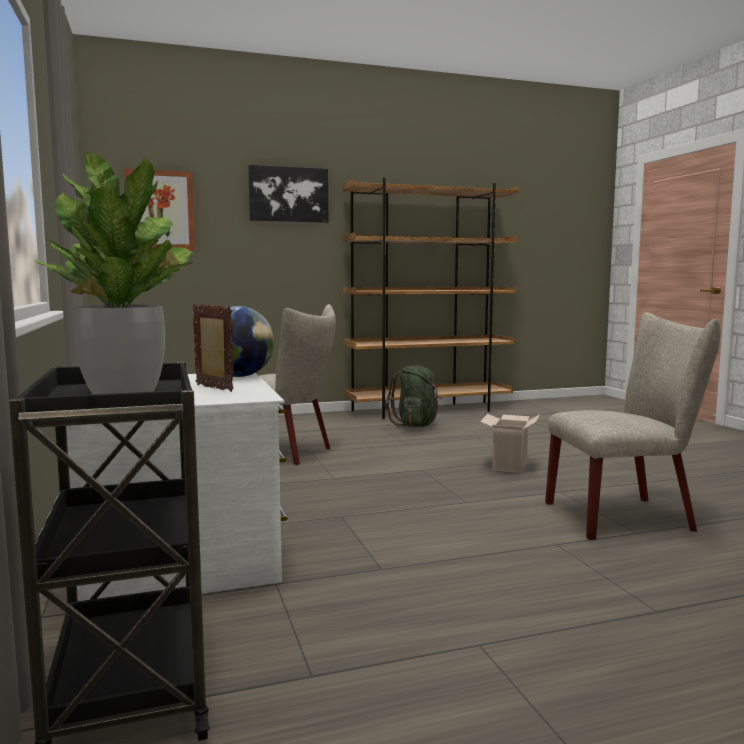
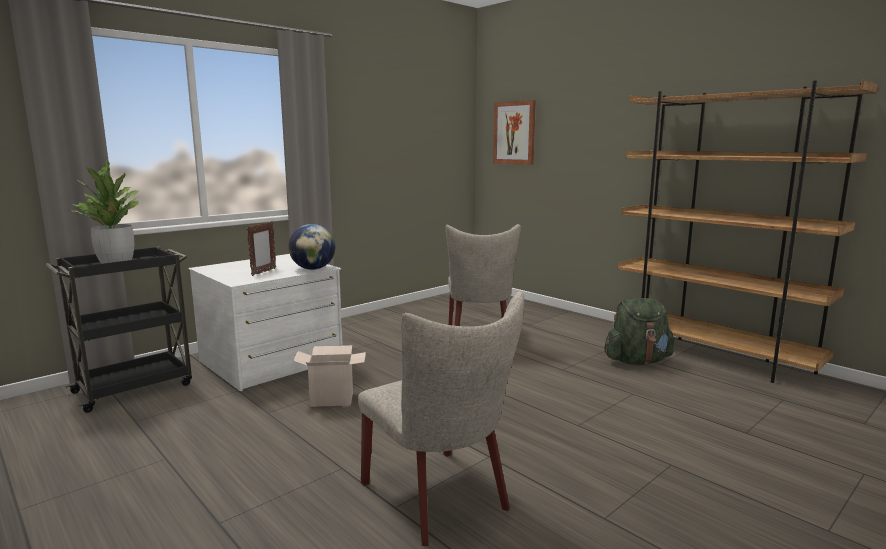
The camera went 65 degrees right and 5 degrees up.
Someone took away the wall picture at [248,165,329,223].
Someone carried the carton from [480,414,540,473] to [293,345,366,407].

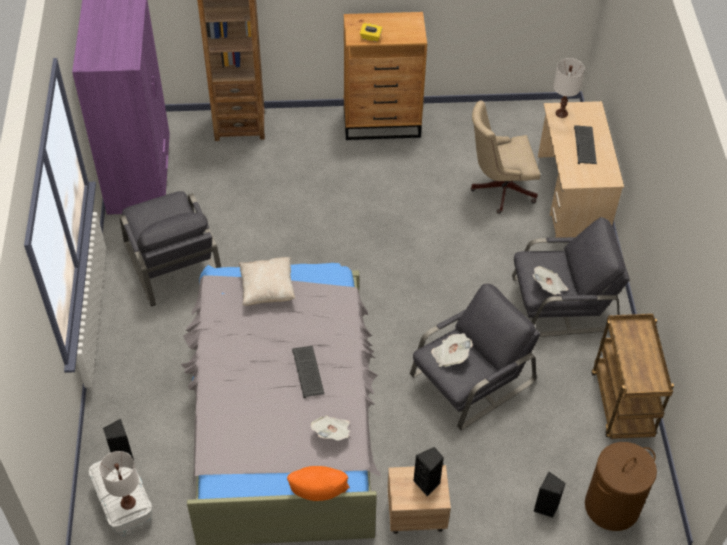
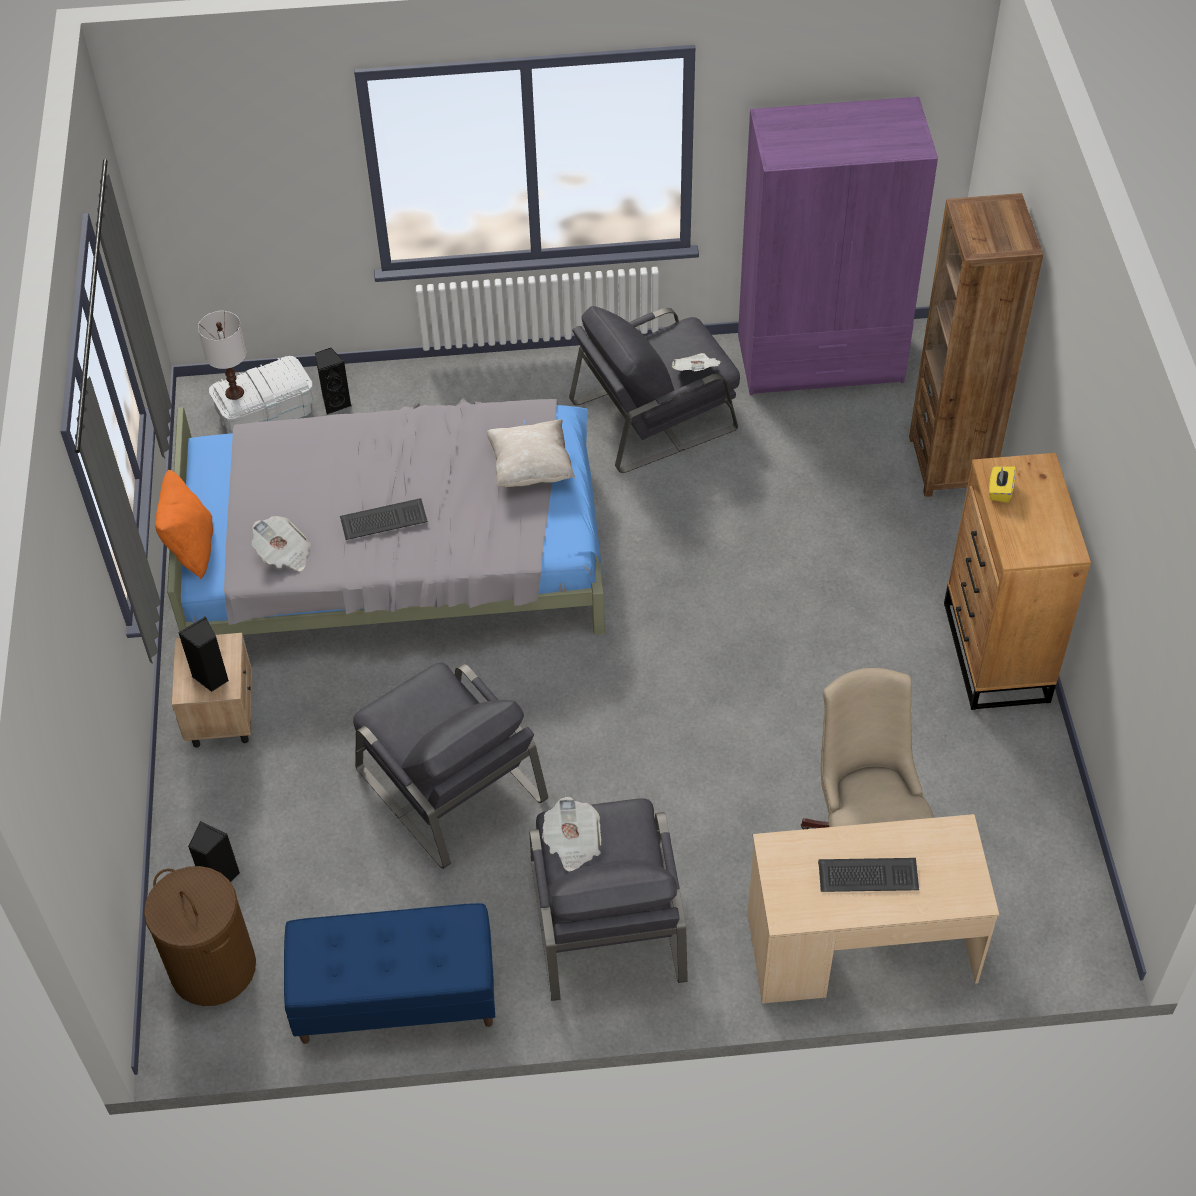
The camera went 90 degrees right and 0 degrees up.
Someone took away the table lamp (white) at [553,58,585,118].
Someone swapped the wheeled cart (brown) at [591,314,674,439] for the indoor bench (bluish) at [284,903,495,1044].
Someone carried the newspaper from [431,333,473,367] to [672,353,721,371].

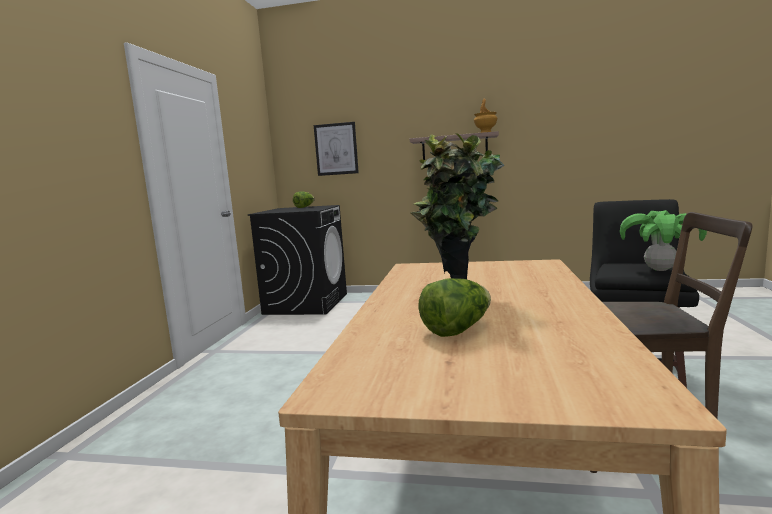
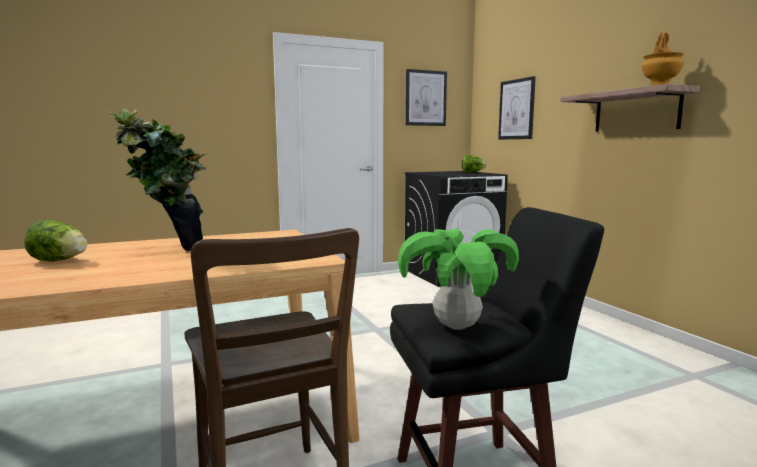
The camera went 55 degrees right and 0 degrees up.
Someone put up the wall picture at [406,69,447,126].

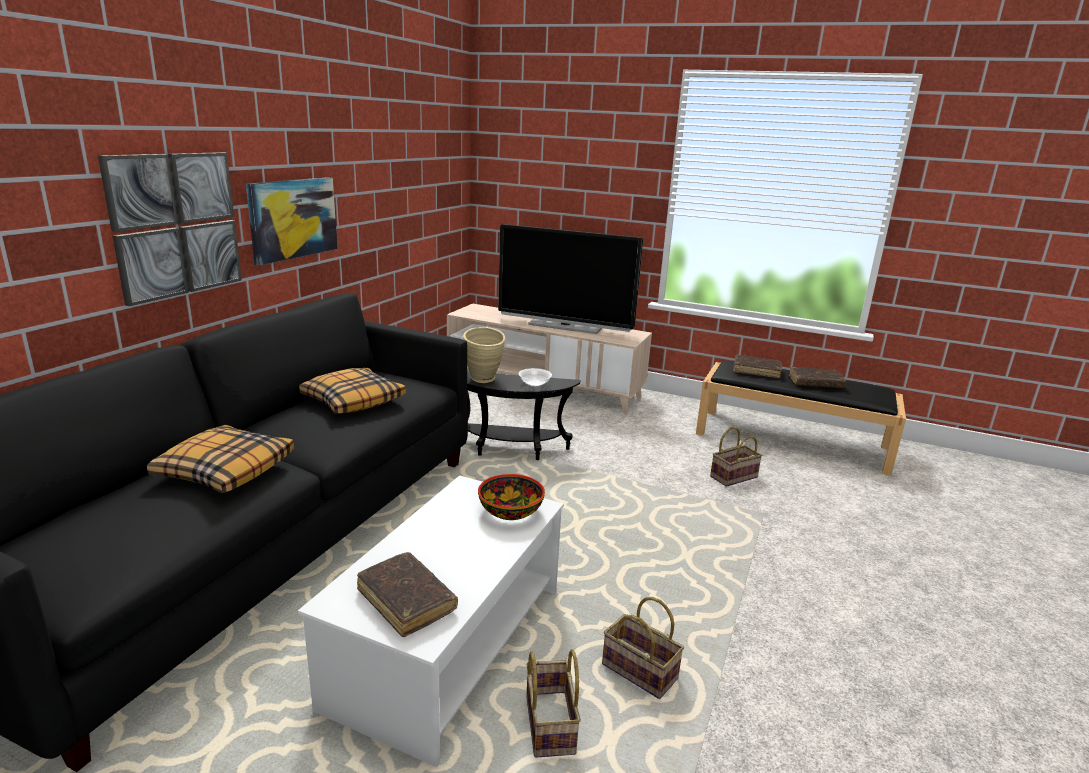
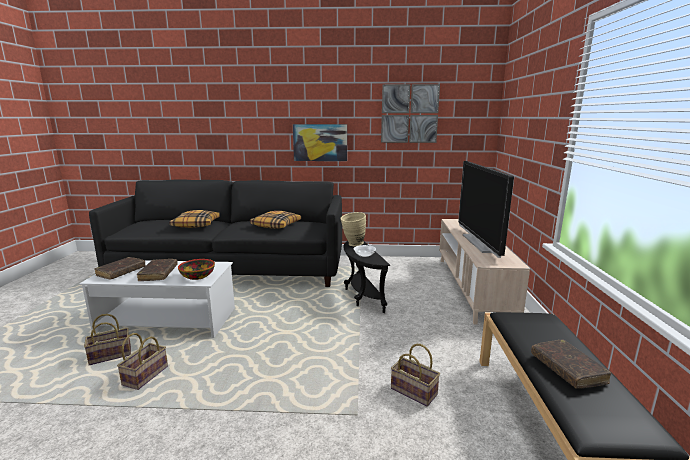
The camera went 70 degrees right and 5 degrees down.
Someone carried the wall picture from [98,152,242,306] to [381,84,440,143].
Someone carried the book (brown) from [733,355,782,379] to [137,259,178,281].

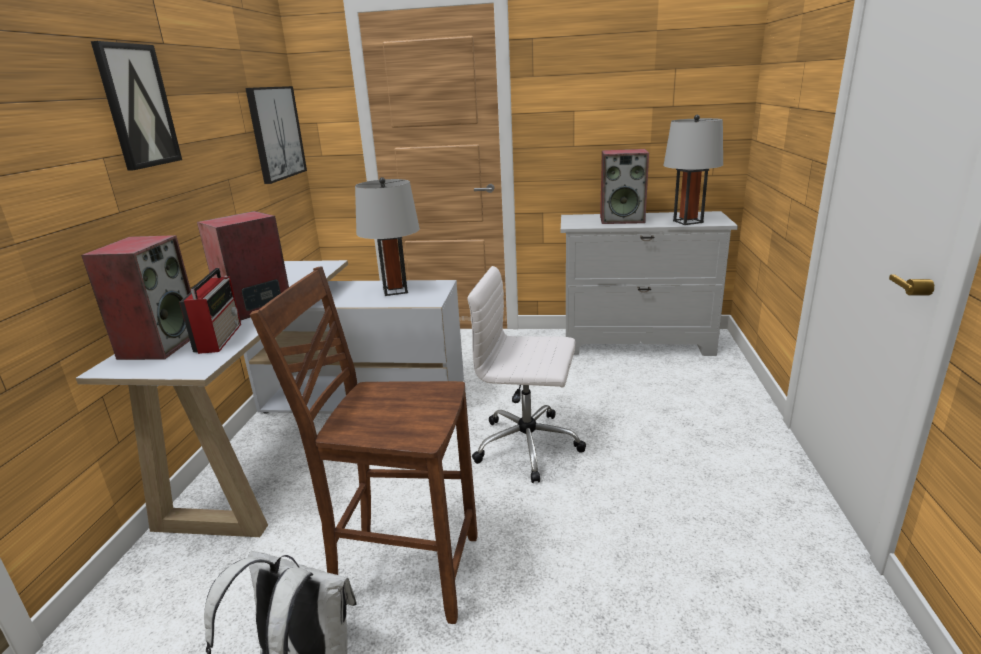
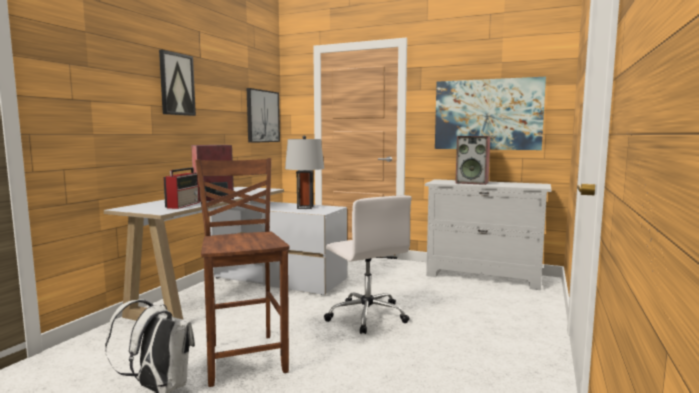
The camera went 15 degrees right and 15 degrees down.
Someone took away the table lamp (gray) at [663,115,723,225].
Someone took away the speaker at [81,235,191,360].
Someone rotated the chair (brown) at [250,266,477,624] by 45 degrees clockwise.
Someone rotated the office chair (white) at [467,266,586,483] by 150 degrees counterclockwise.
Someone put up the wall picture at [435,77,546,150].

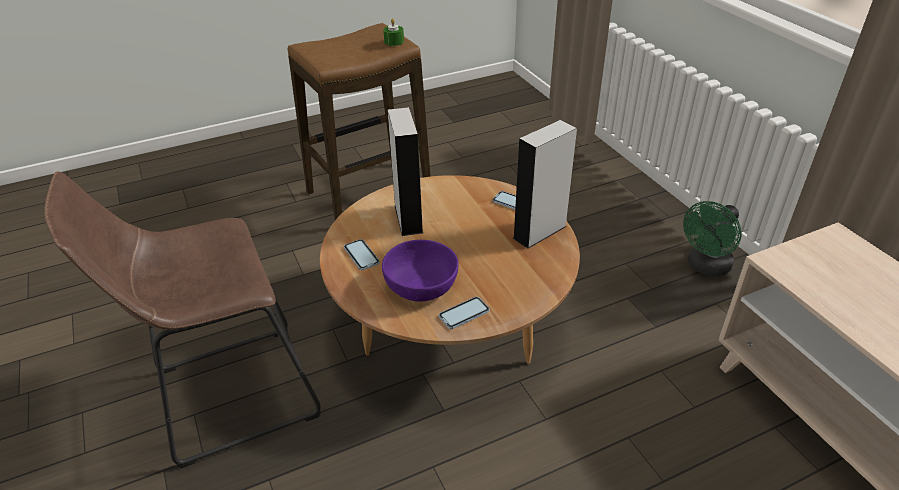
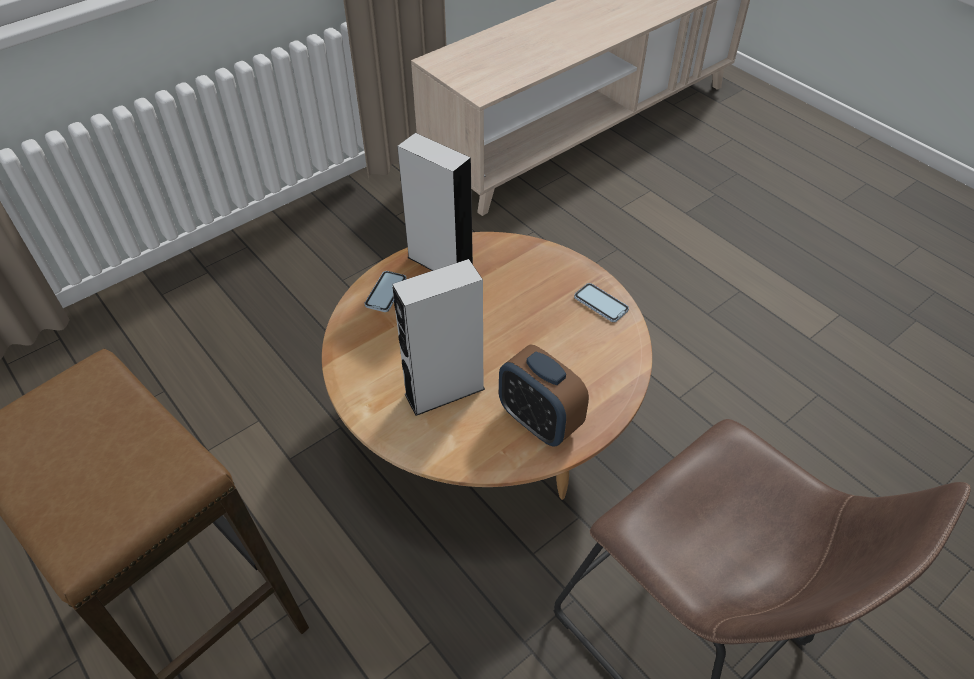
The camera went 105 degrees left and 10 degrees up.
Someone took away the wax candle (green-coloured) at [383,18,404,46].
Someone took away the fan (green-coloured) at [683,201,742,277].
Someone swapped the handset at [344,239,380,270] for the bedside clock at [499,344,589,447].
Someone took away the deep dish (purple-coloured) at [382,240,459,302].

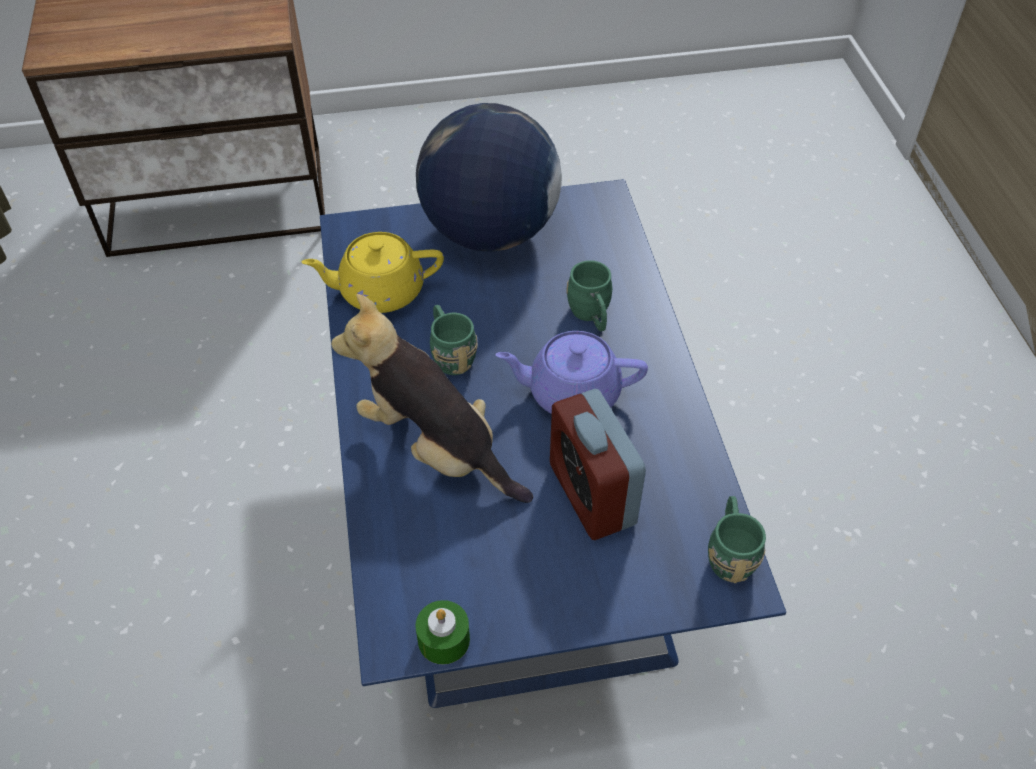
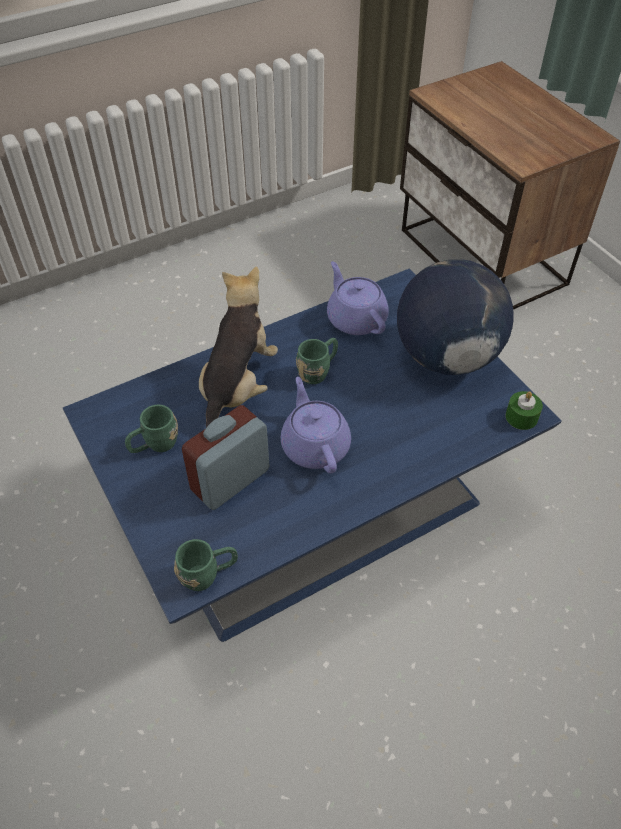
The camera went 70 degrees right and 0 degrees up.
Someone repainted the pot for tea (yellowish) at [302,232,444,313], which became the pot for tea (purple-coloured) at [327,261,389,335].
Someone carried the coffee mug (green-coloured) from [567,260,612,331] to [125,405,178,453].
Someone carried the wax candle (green-coloured) from [416,600,470,664] to [505,391,543,430].

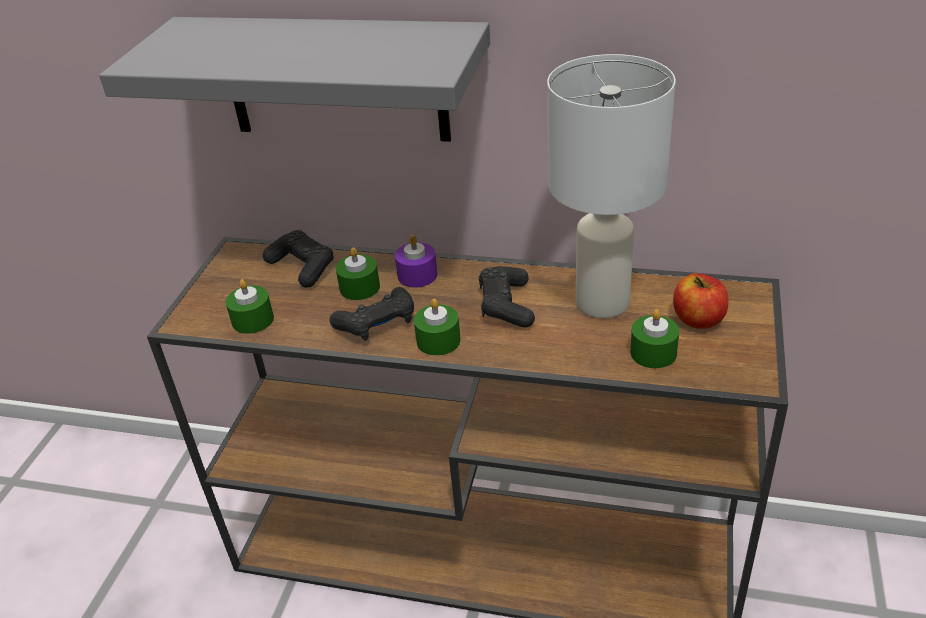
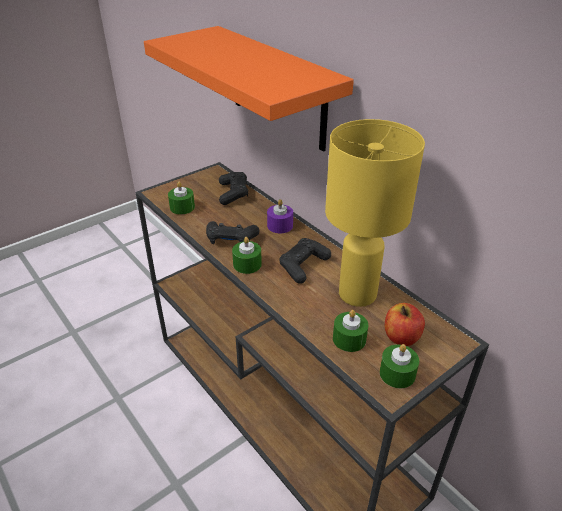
The camera went 35 degrees right and 0 degrees up.
Someone repainted the shelf (gray) at [99,17,490,142], which became the shelf (orange) at [144,26,354,152].
Someone repainted the table lamp (white) at [547,54,676,318], which became the table lamp (yellowish) at [325,119,425,307].
Someone carried the wax candle (green-coloured) from [336,247,380,300] to [379,344,419,388].

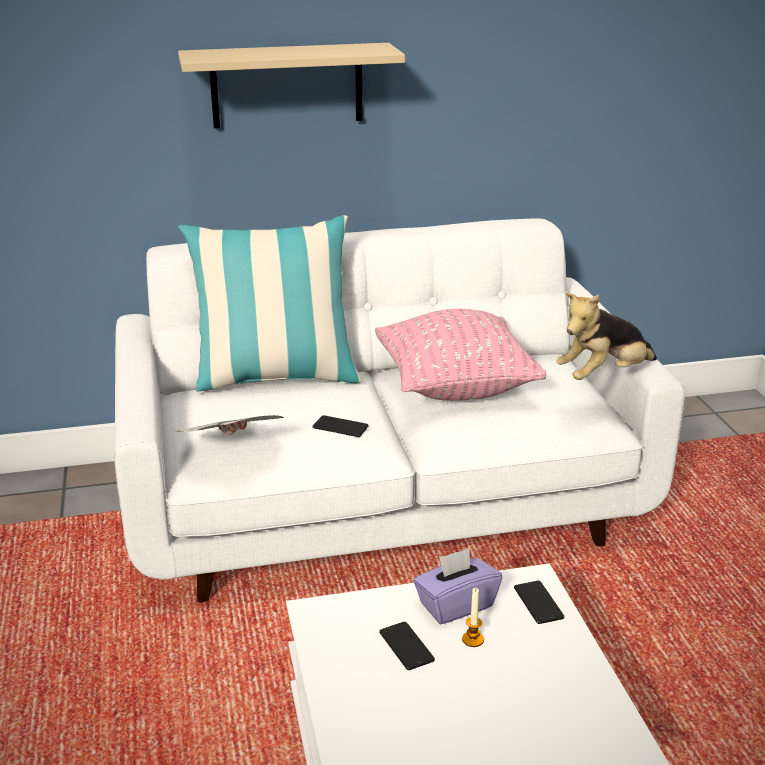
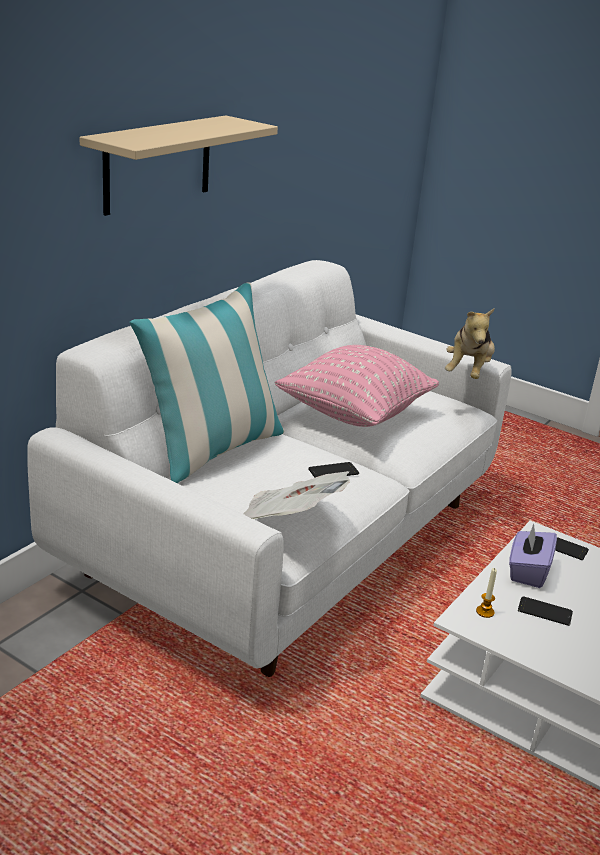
The camera went 45 degrees left and 0 degrees up.
Someone carried the wax candle from [462,588,484,647] to [476,568,497,618].

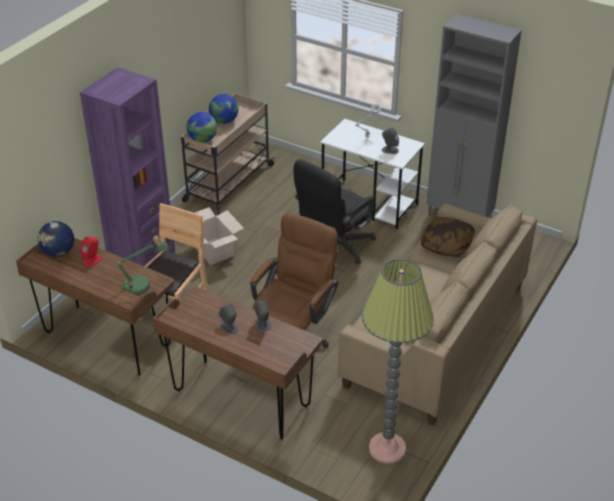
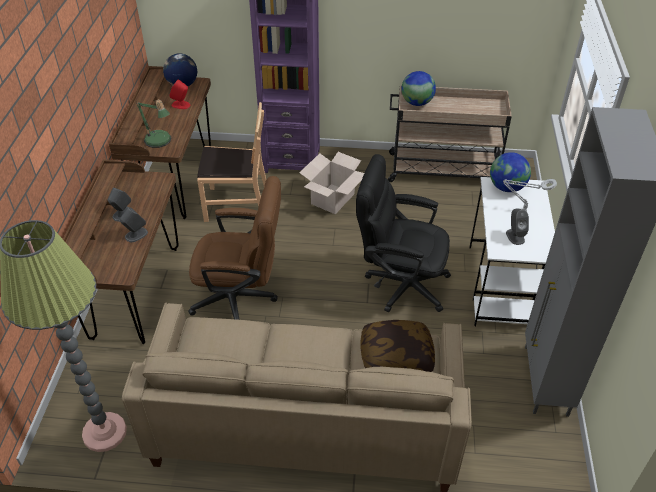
The camera went 65 degrees right and 5 degrees up.
Someone carried the globe from [209,94,238,124] to [490,152,531,192].

